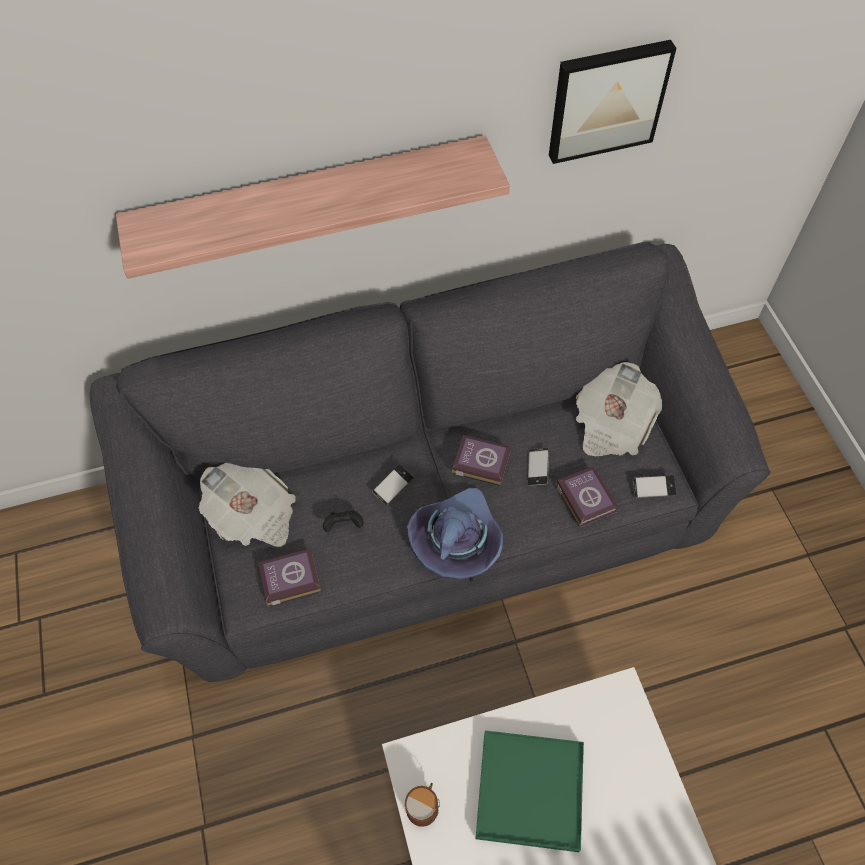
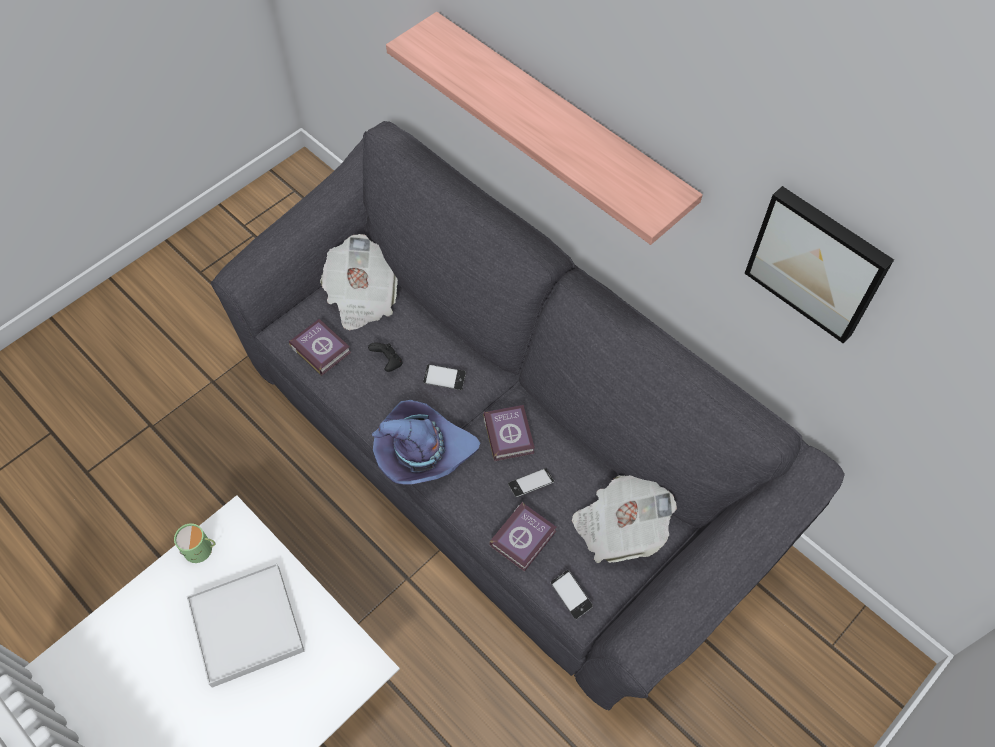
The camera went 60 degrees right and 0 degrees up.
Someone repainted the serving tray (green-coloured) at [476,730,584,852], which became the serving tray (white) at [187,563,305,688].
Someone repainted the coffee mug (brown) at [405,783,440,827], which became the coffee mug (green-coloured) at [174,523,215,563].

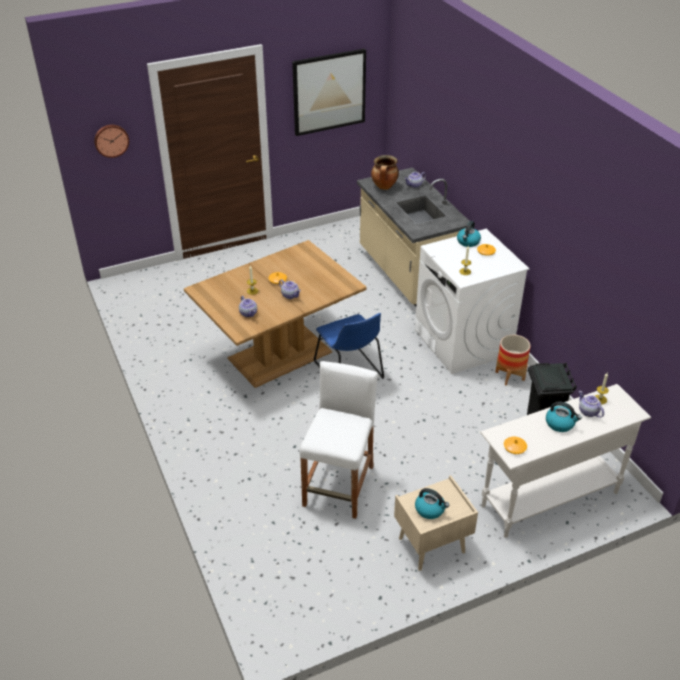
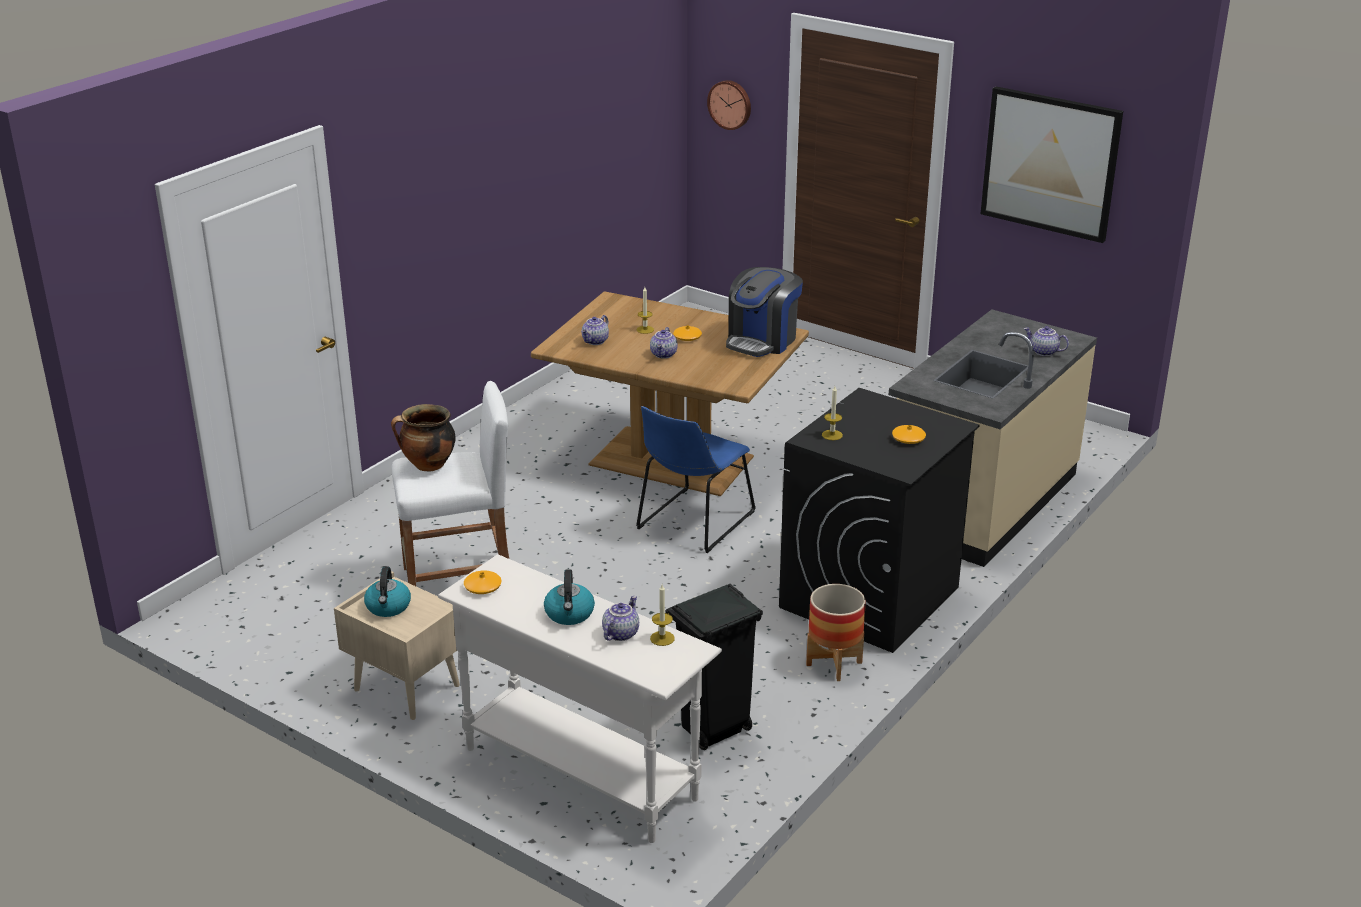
The camera went 60 degrees right and 10 degrees down.
Someone carried the stockpot from [371,155,399,190] to [391,404,456,471].
Someone took away the tea kettle at [457,221,481,247].
Someone repainted the laundry appliance (white) at [415,229,530,374], which became the laundry appliance (black-coloured) at [779,388,980,653].
Someone put down the coffee machine at [726,267,803,357].

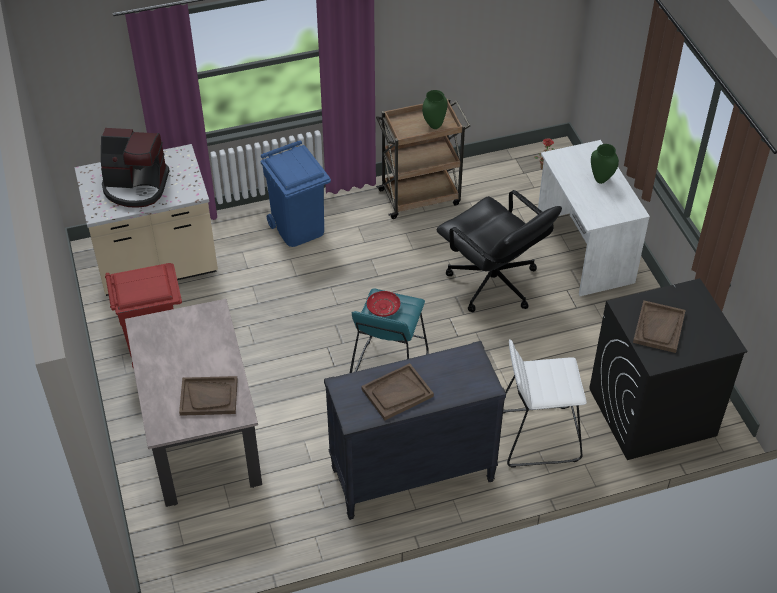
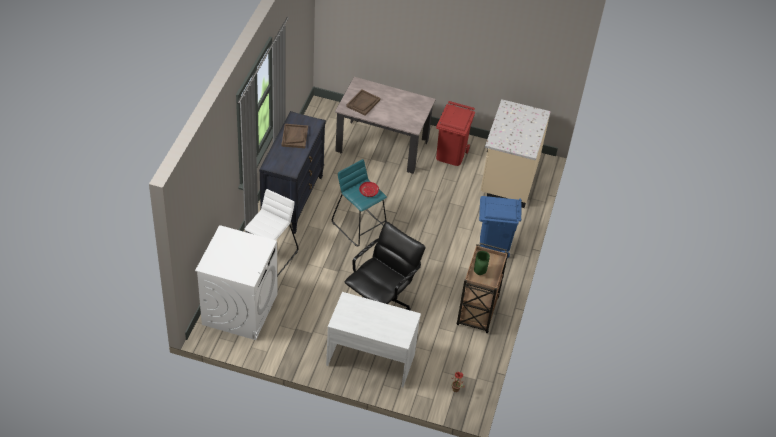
The camera went 120 degrees right and 0 degrees up.
Someone took away the coffee machine at [101,128,170,208].
Someone took away the vase (green-coloured) at [591,144,619,184].
Someone rotated the office chair (black-coloured) at [436,190,562,312] by 135 degrees clockwise.
Someone repainted the laundry appliance (black-coloured) at [589,278,748,460], which became the laundry appliance (white) at [195,225,278,340].
Someone took away the serving tray (brown) at [633,300,686,353].

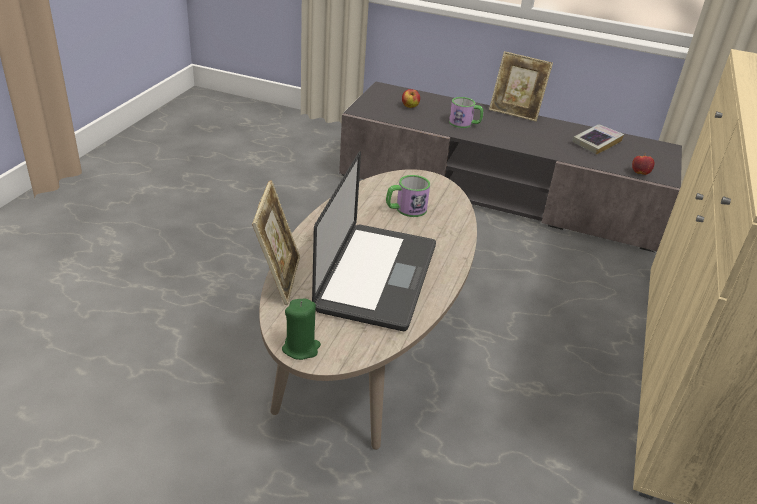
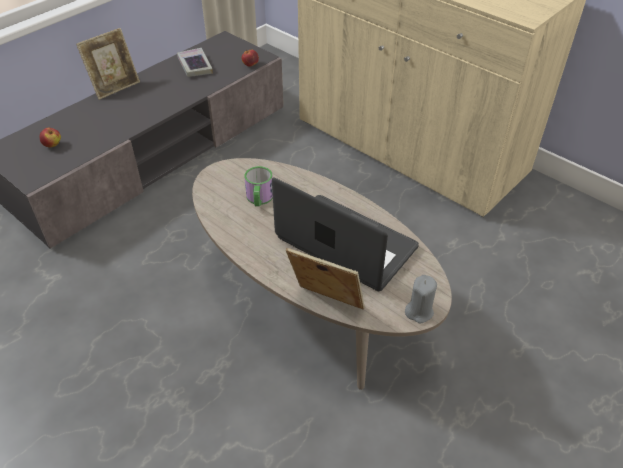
The camera went 65 degrees left and 10 degrees up.
Someone took away the coffee mug at [449,97,483,128].
Someone repainted the wax candle (green-coloured) at [282,299,321,360], which became the wax candle (gray) at [405,275,437,323].

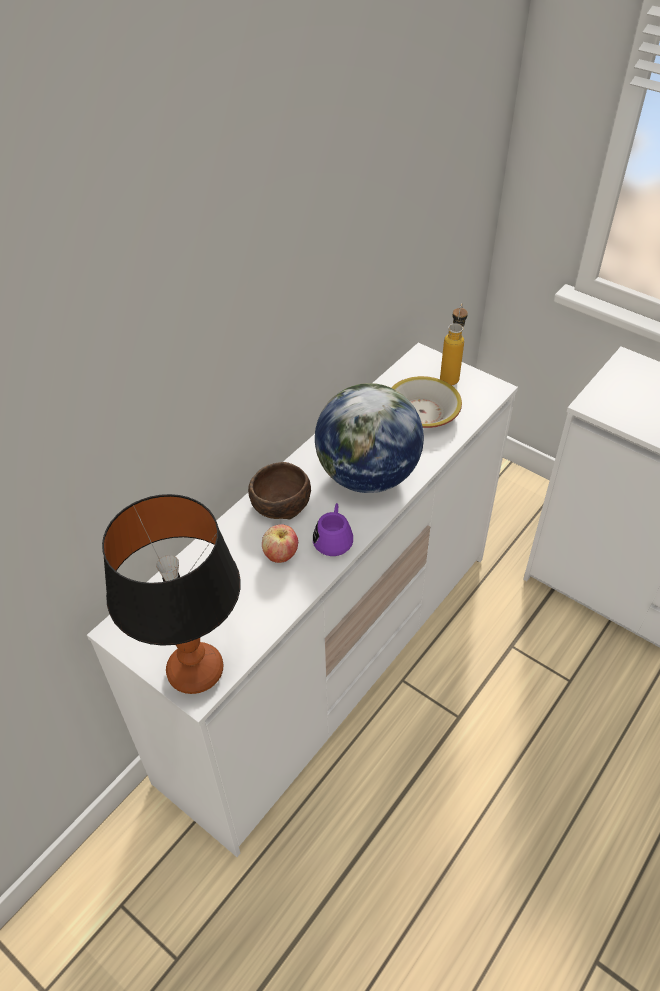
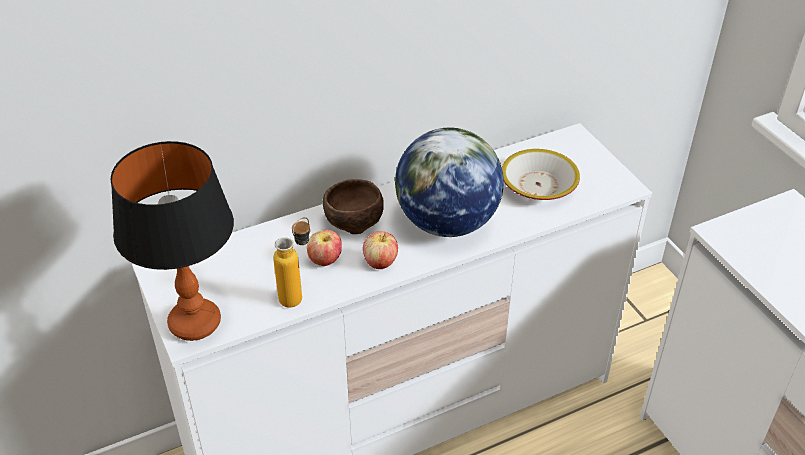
The camera went 25 degrees right and 5 degrees down.
Someone carried the bottle from [440,303,468,385] to [273,217,310,308].
Someone swapped the coffee mug (purple-coloured) at [313,503,353,556] for the apple at [363,231,398,269].

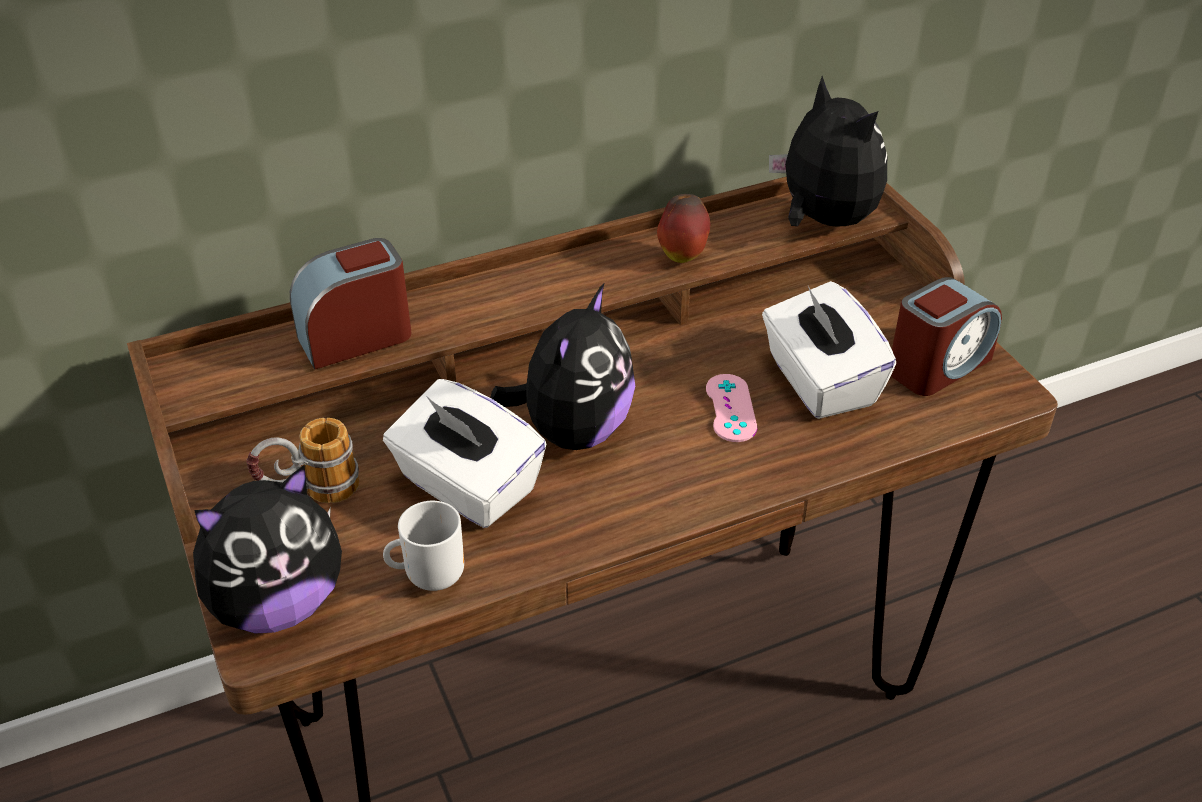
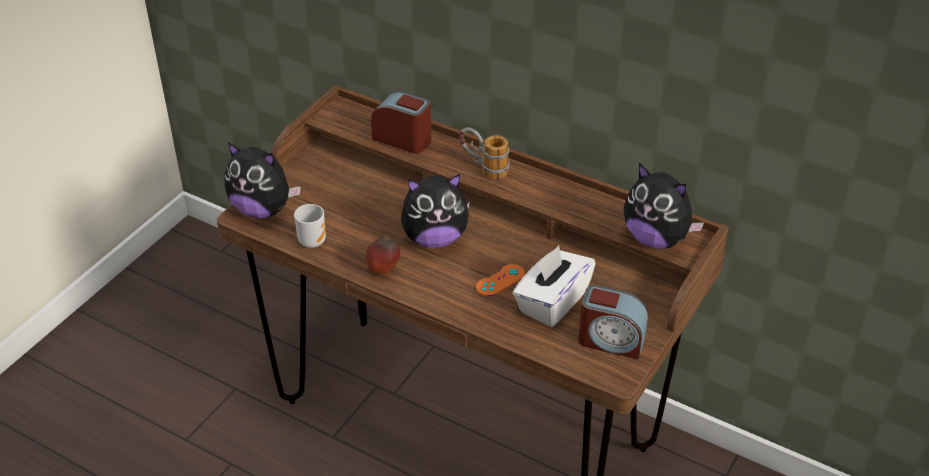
The camera went 55 degrees right and 0 degrees up.
Someone rotated the plush toy at [769,76,887,226] by 105 degrees clockwise.
Someone carried the apple from [657,194,710,263] to [366,236,400,275].
Someone repainted the joypad (pink) at [706,374,757,442], which became the joypad (orange) at [476,264,525,296].
Someone took away the tissue holder (white) at [383,379,546,528].
Someone carried the coffee mug from [246,418,359,503] to [459,128,510,179].

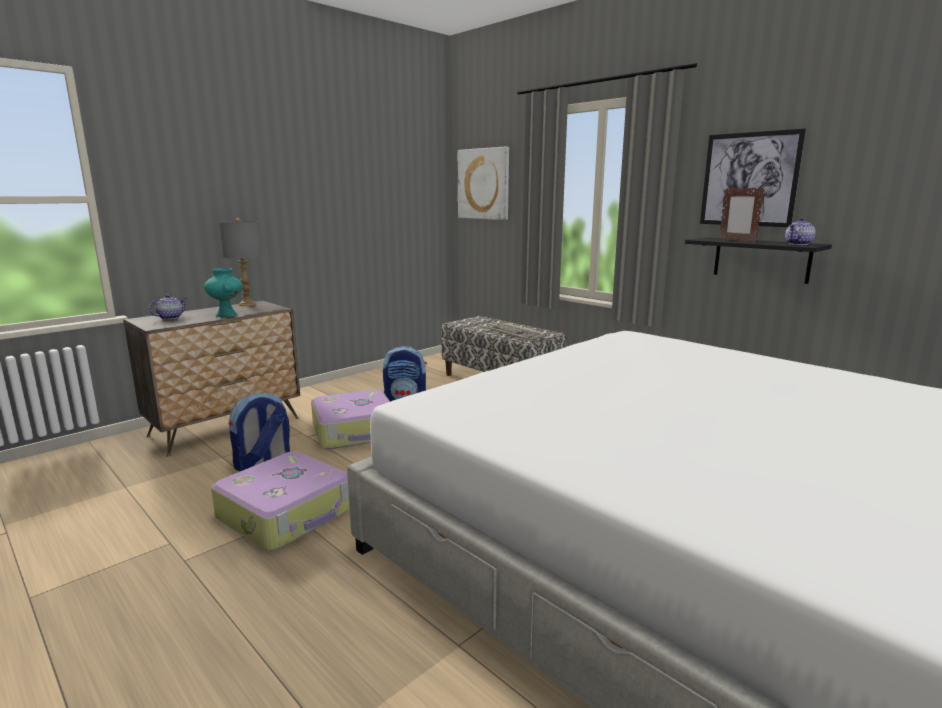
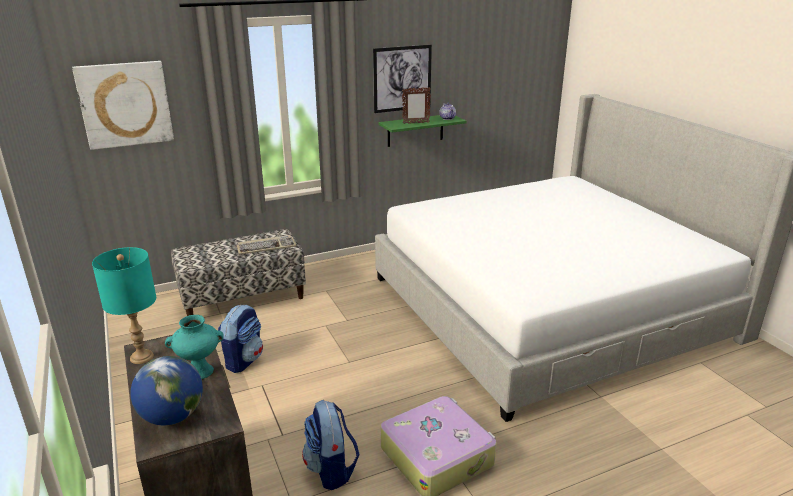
The camera went 70 degrees left and 10 degrees up.
Someone repainted the table lamp (gray) at [219,218,261,306], which became the table lamp (turquoise) at [92,247,156,364].
Someone repainted the shelf (black-coloured) at [685,237,832,284], which became the shelf (green-coloured) at [379,115,467,147].
Someone swapped the pot for tea at [149,295,187,320] for the globe at [130,356,203,425].
Someone took away the piece of luggage at [311,390,390,449].

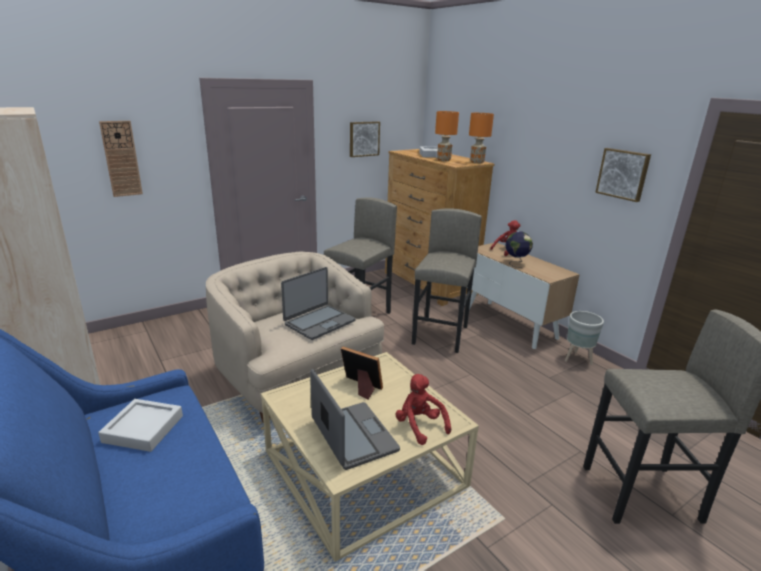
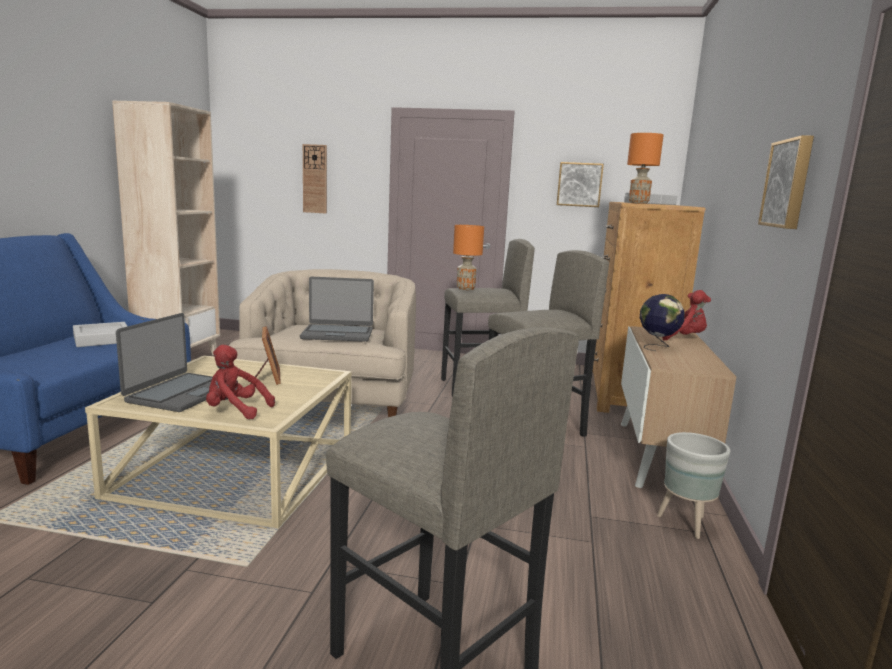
The camera went 45 degrees right and 10 degrees down.
Someone carried the table lamp (orange) from [469,113,494,164] to [453,225,484,290].
Someone rotated the plush toy (red-coloured) at [395,374,451,445] by 90 degrees counterclockwise.

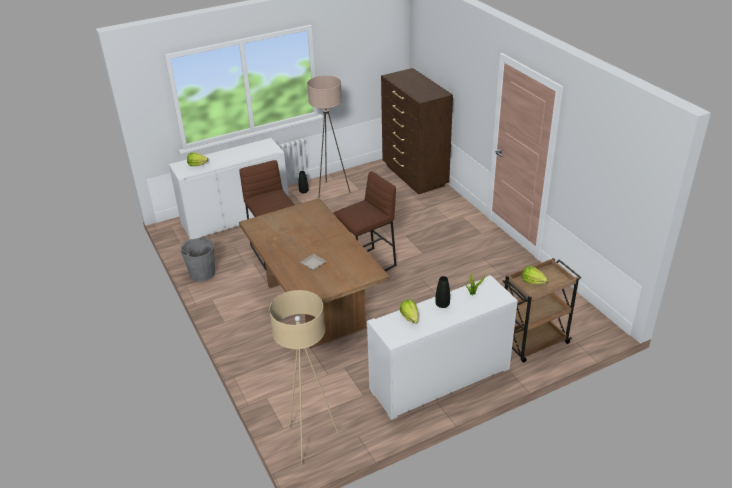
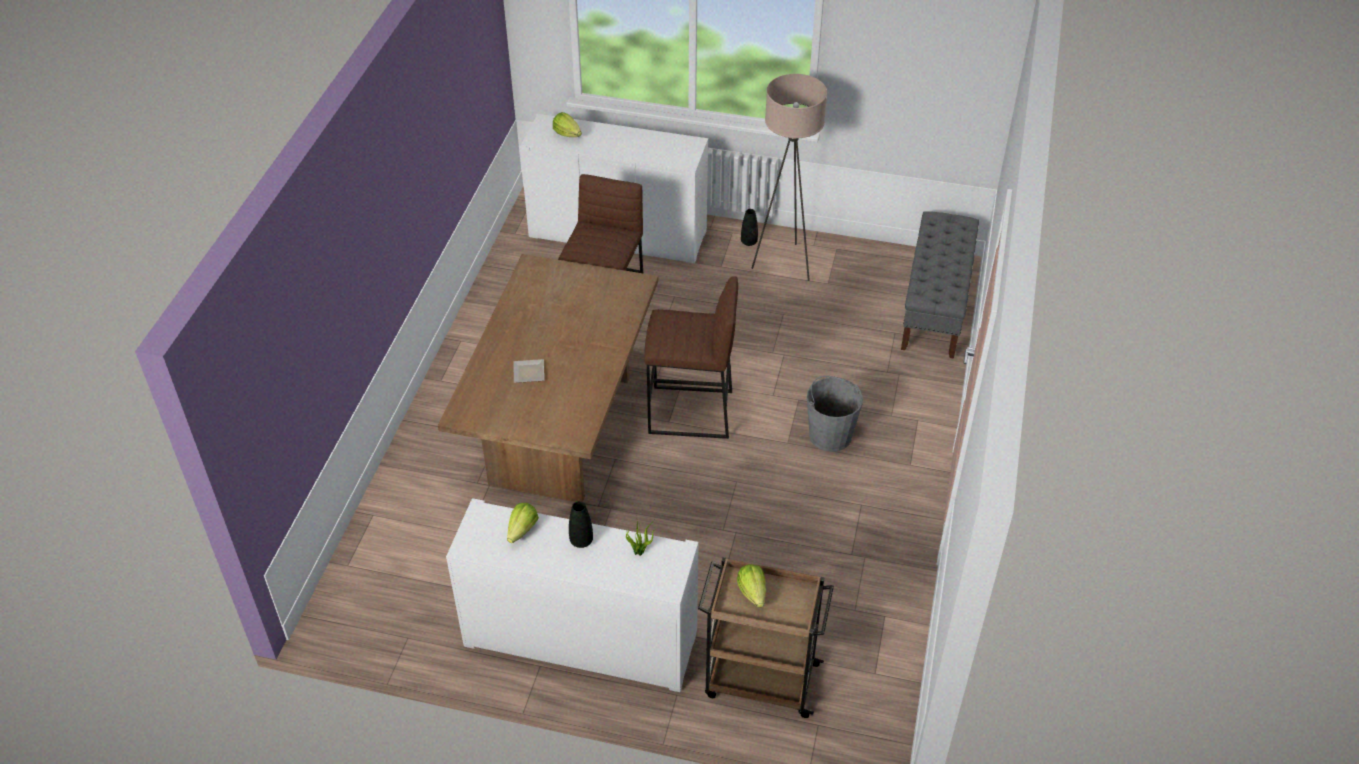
The camera went 40 degrees right and 10 degrees up.
Someone swapped the chest of drawers (brown) at [381,68,453,194] for the indoor bench (gray) at [901,211,979,359].
Someone carried the bucket (gray) from [181,237,215,282] to [807,376,863,452].
Someone took away the floor lamp (sand-coloured) at [269,290,339,464].

